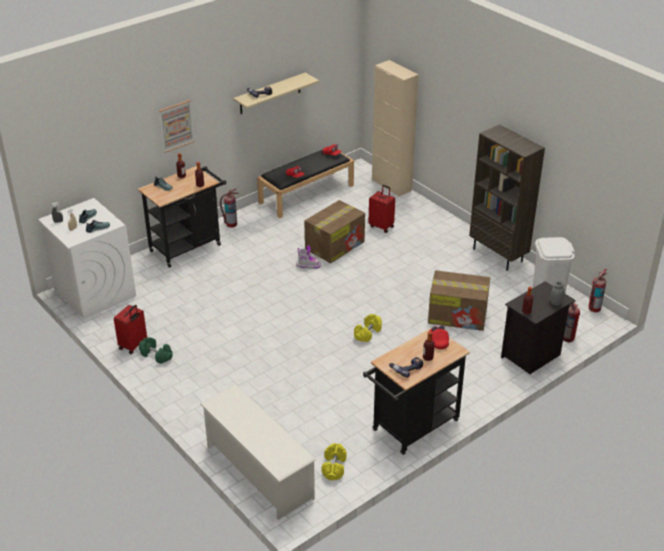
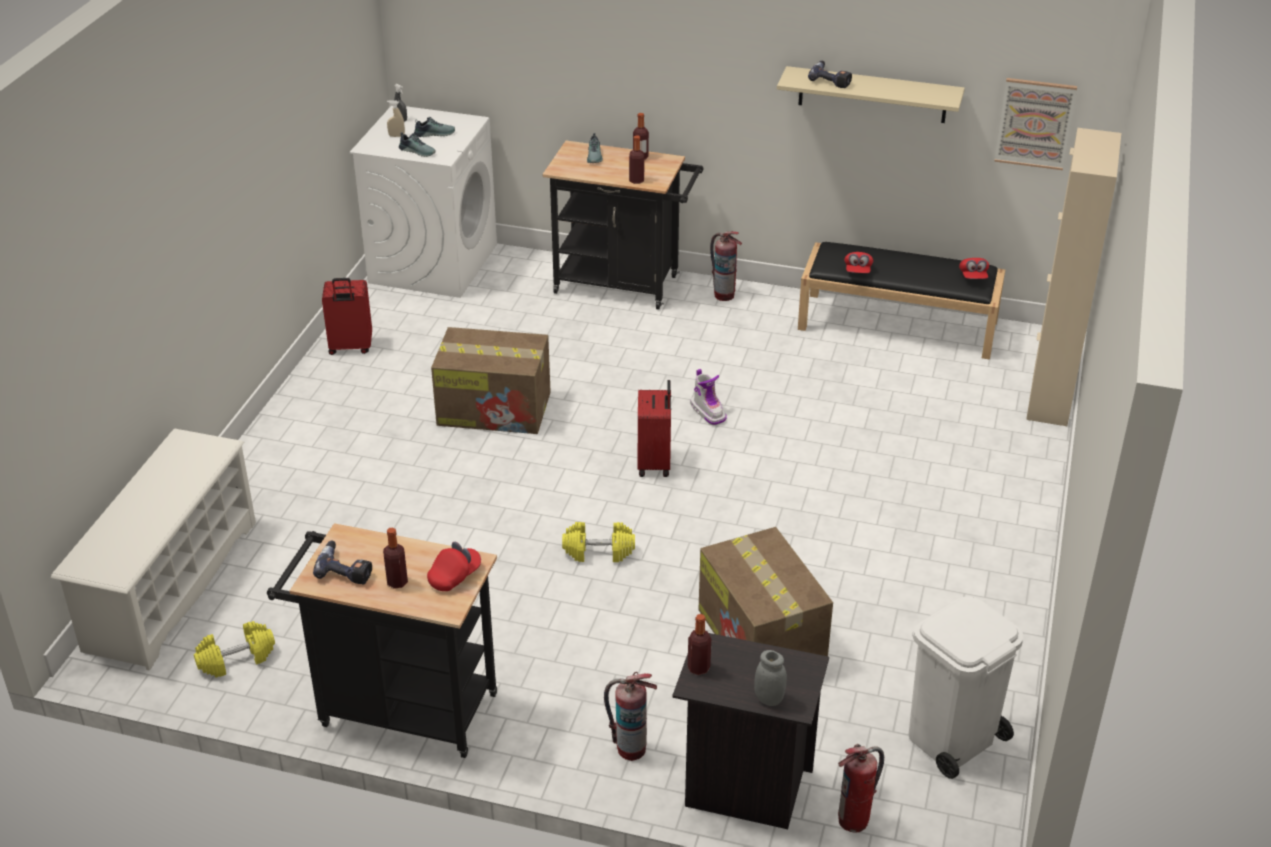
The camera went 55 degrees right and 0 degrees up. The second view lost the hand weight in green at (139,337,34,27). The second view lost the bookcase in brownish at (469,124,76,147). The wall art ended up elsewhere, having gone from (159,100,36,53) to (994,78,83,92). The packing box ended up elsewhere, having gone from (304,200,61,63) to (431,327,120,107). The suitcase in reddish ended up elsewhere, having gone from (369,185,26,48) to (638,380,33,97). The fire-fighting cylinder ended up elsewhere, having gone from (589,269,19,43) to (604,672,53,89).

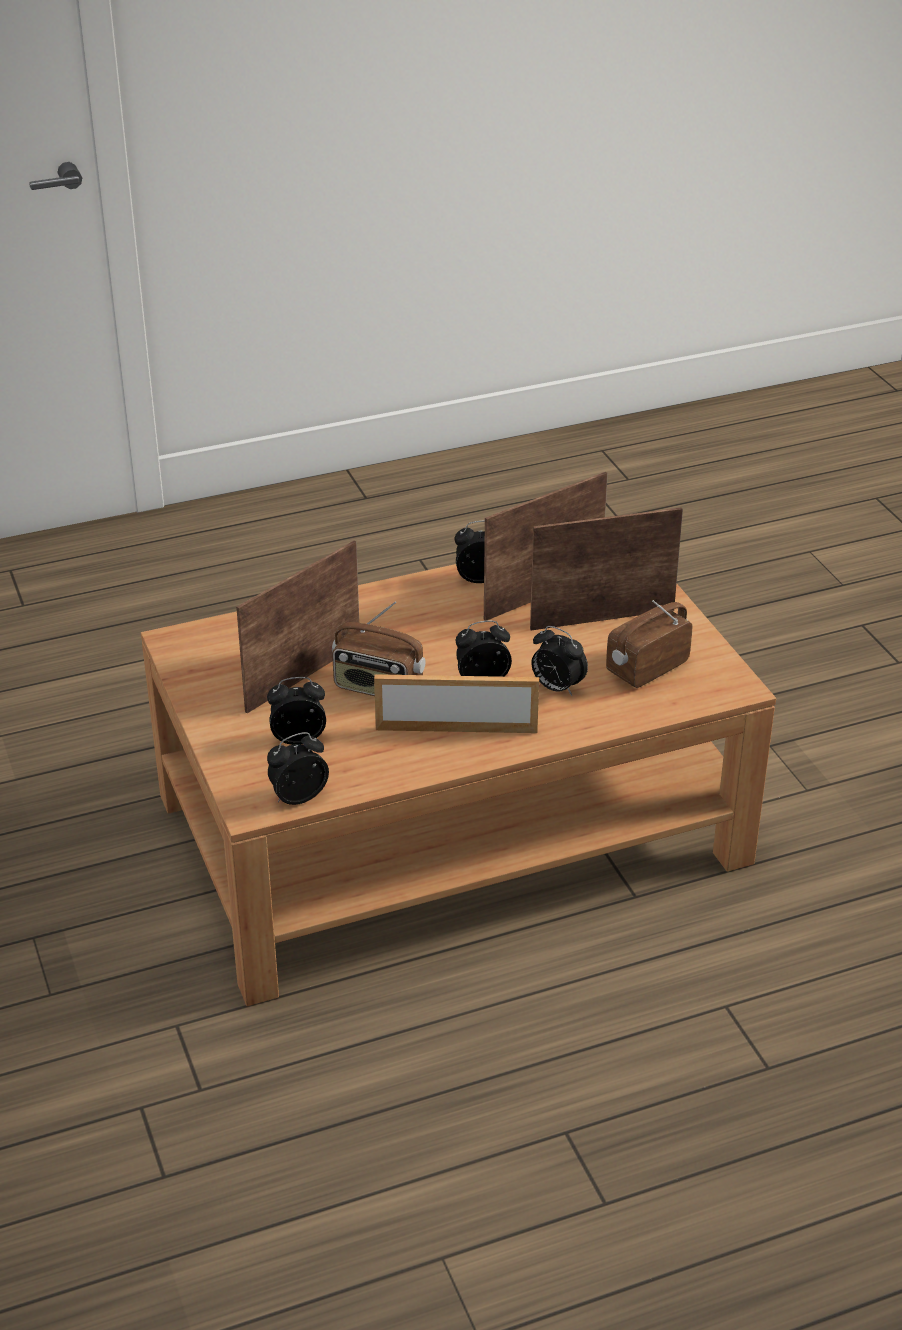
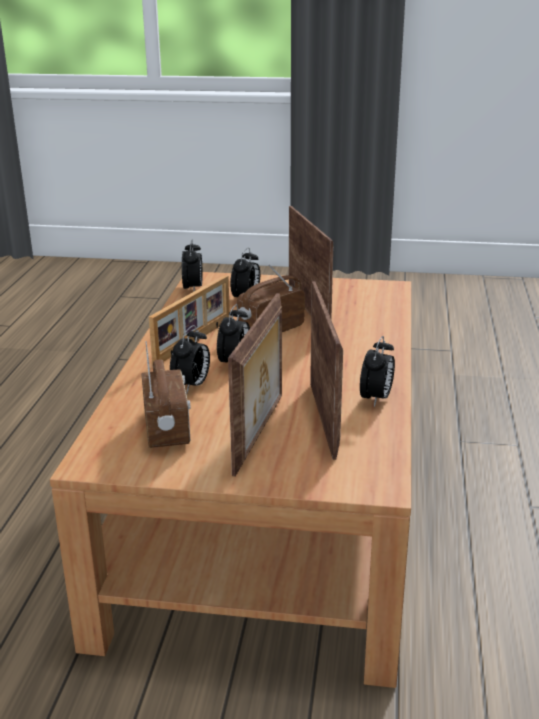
The camera went 120 degrees right and 10 degrees down. The alarm clock at (531,626,57,70) ended up facing another way, 135 degrees clockwise from before.

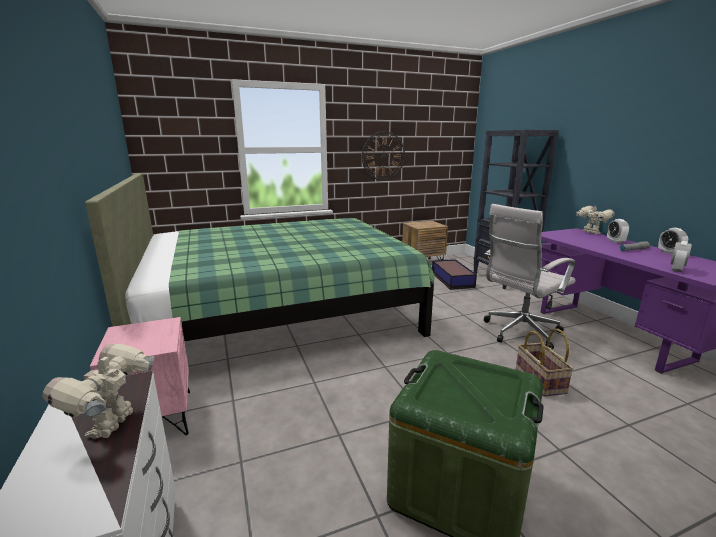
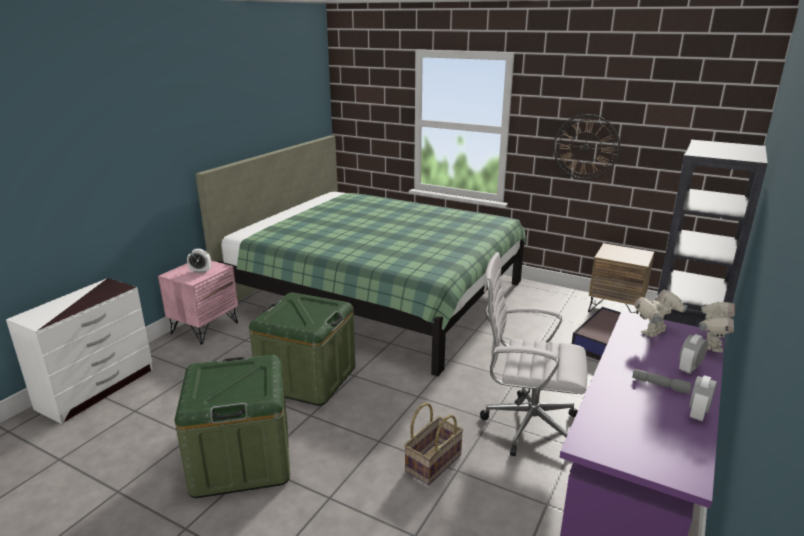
The camera went 50 degrees right and 5 degrees up. The second view gained the storage box in green at (249,292,106,114). The model robot ended up elsewhere, having gone from (42,344,112,95) to (634,290,54,47). The alarm clock ended up elsewhere, having gone from (670,241,22,31) to (187,249,24,24).

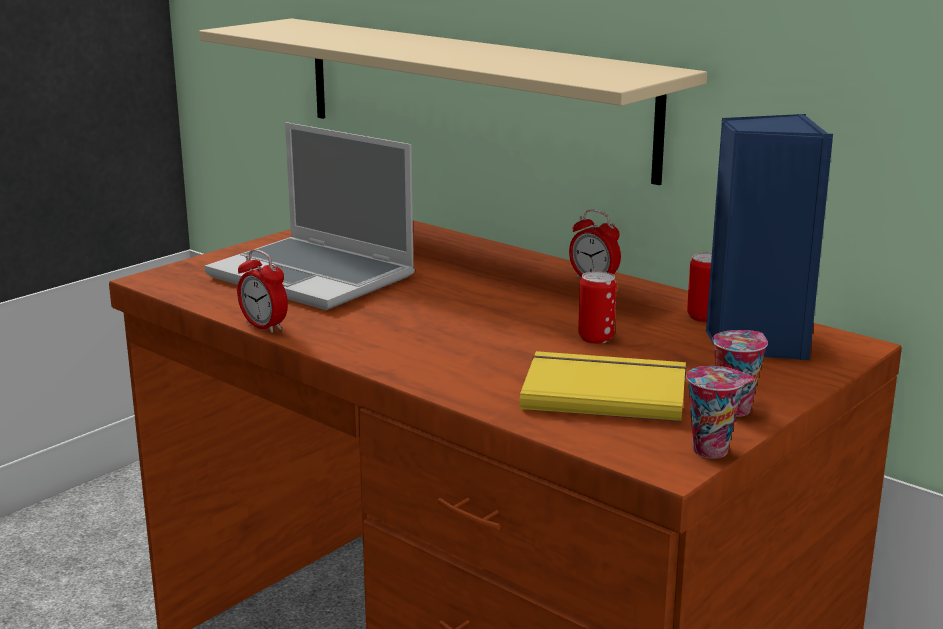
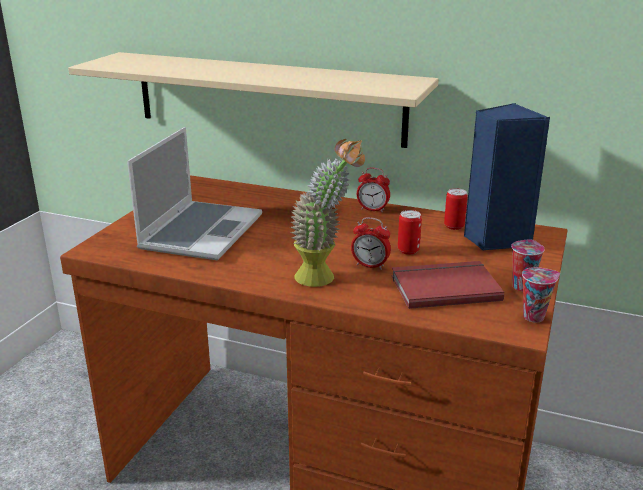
The camera went 20 degrees left and 5 degrees up. The second view gained the plant in a pot at (290,139,75,148). The alarm clock ended up elsewhere, having gone from (237,249,51,84) to (351,217,40,52). What was the volume in yellow at (520,351,166,71) turned into the volume in reddish at (392,261,112,48). The laptop at (204,122,211,188) ended up facing another way, 90 degrees counterclockwise from before.

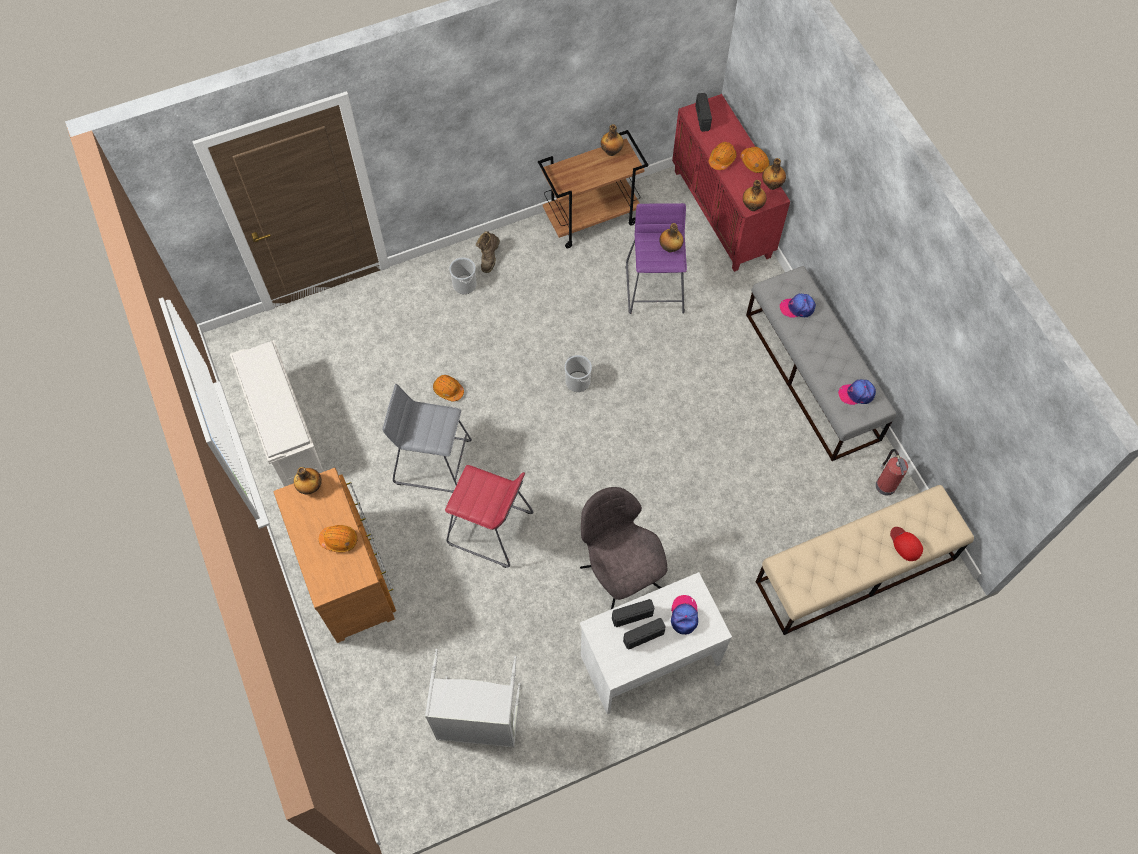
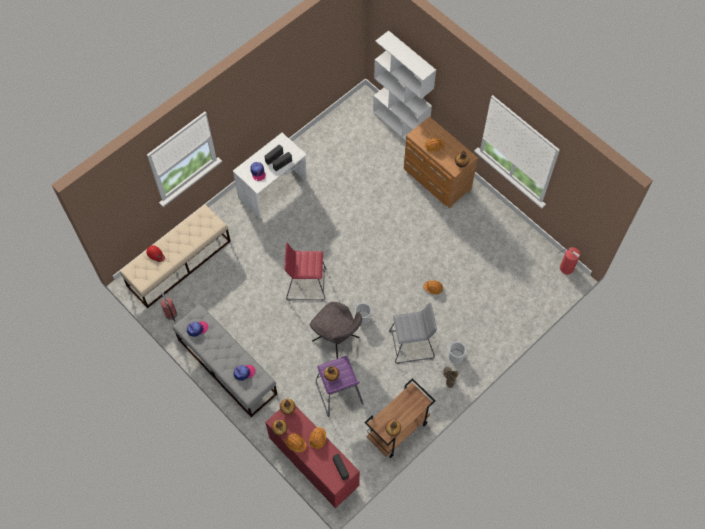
The camera went 160 degrees right and 0 degrees up. The second view lost the shoe shelf in white at (230,340,94,147). The second view lost the hamper in greyish at (425,649,96,99). The second view gained the bookcase in white at (373,31,63,109). The second view gained the fire-fighting cylinder at (558,247,22,27). The sitting stool in greyish ended up elsewhere, having gone from (382,384,90,109) to (389,302,48,62). The sitting stool in reddish ended up elsewhere, having gone from (445,465,88,103) to (284,242,43,59). The plain chair in greyish ended up elsewhere, having gone from (580,487,87,122) to (310,302,52,57).

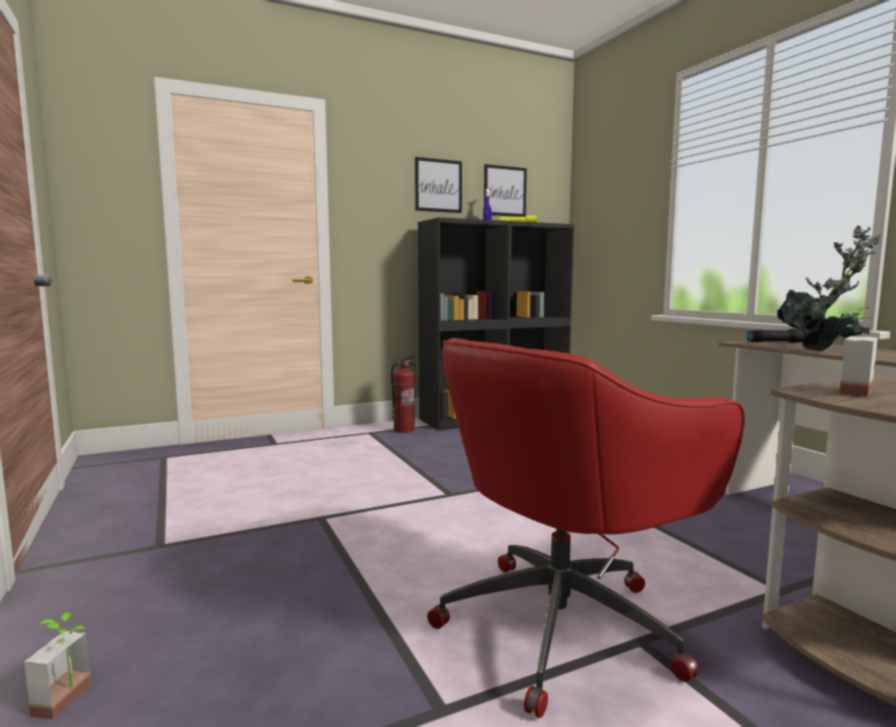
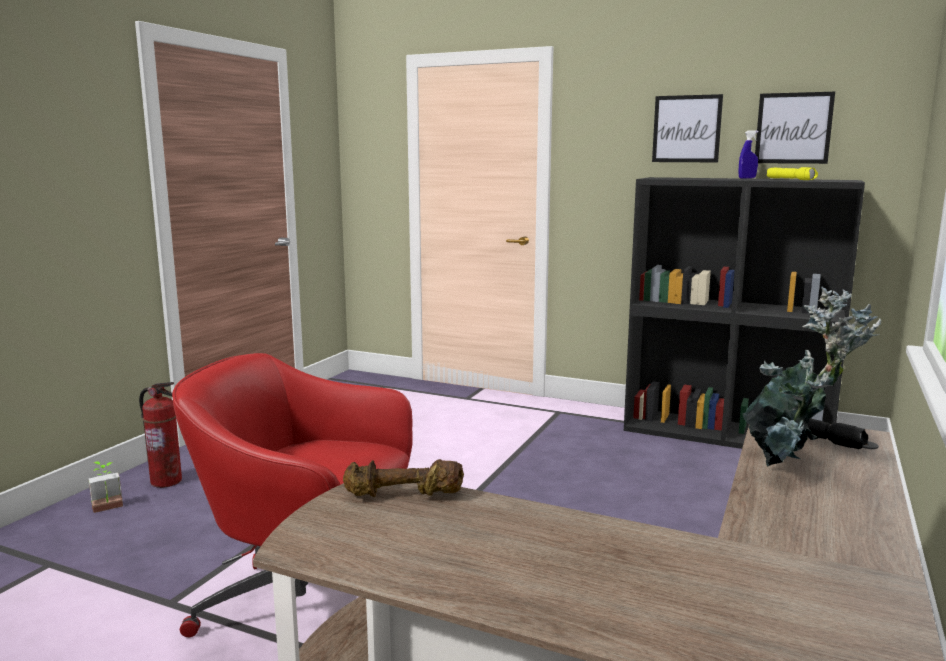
The camera went 50 degrees right and 5 degrees up. The fire-fighting cylinder ended up elsewhere, having gone from (390,356,25,77) to (139,382,43,106). Where the plant in a pot stood at (828,307,50,90), the hand weight in brownish came to stand at (343,459,121,38).

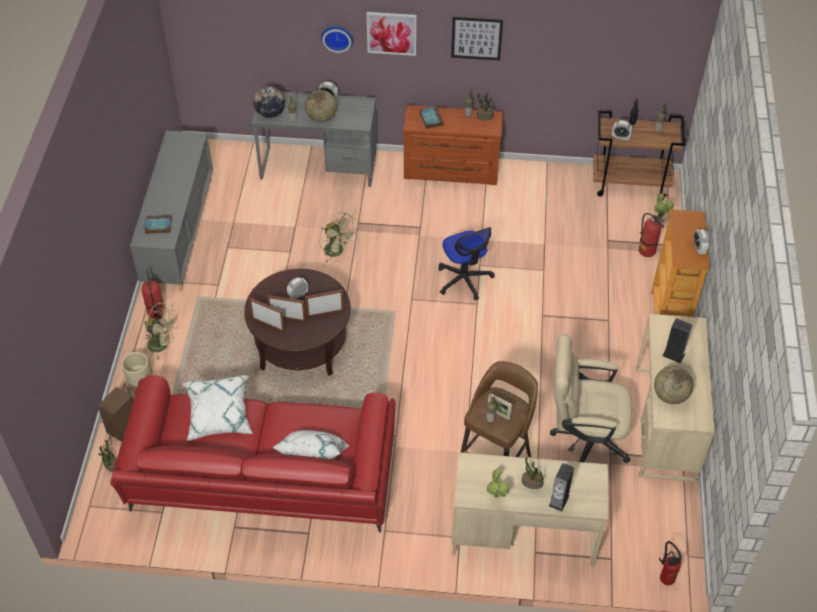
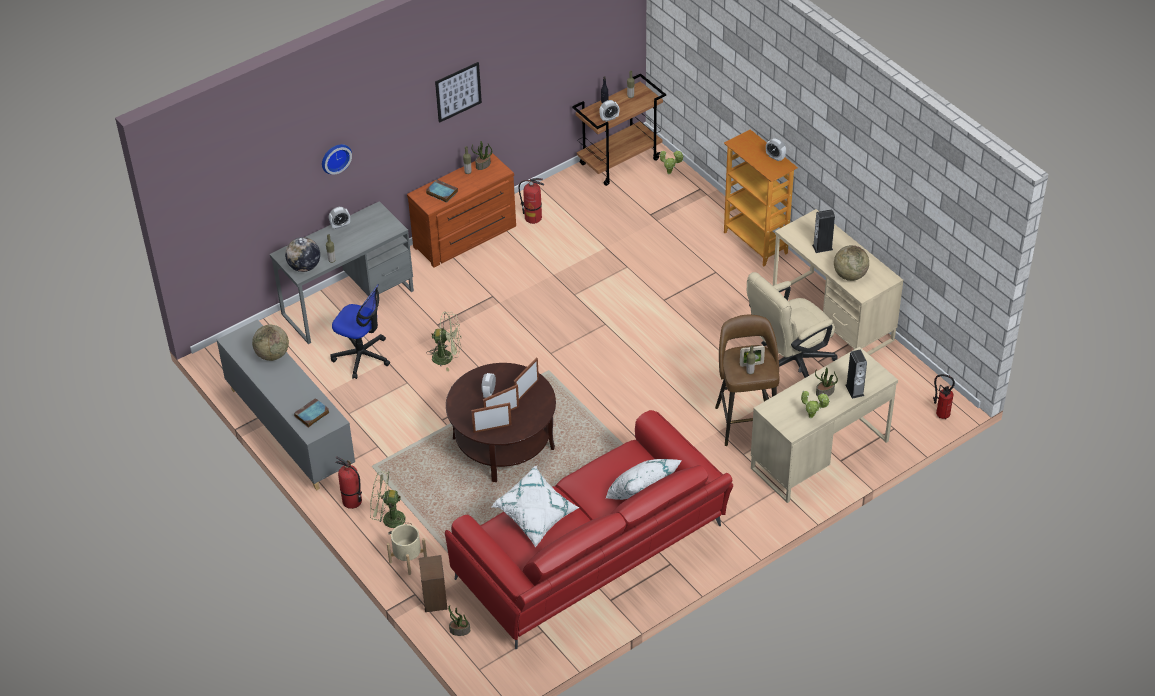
The camera went 40 degrees left and 5 degrees down. The second view lost the wall art at (366,12,51,44). The desk globe ended up elsewhere, having gone from (305,90,32,32) to (252,325,37,36). The office chair ended up elsewhere, having gone from (438,227,57,73) to (330,284,60,95). The fire-fighting cylinder ended up elsewhere, having gone from (639,213,25,44) to (518,178,26,46). The electric fan in green at (144,302,32,58) ended up facing another way, 150 degrees counterclockwise from before.

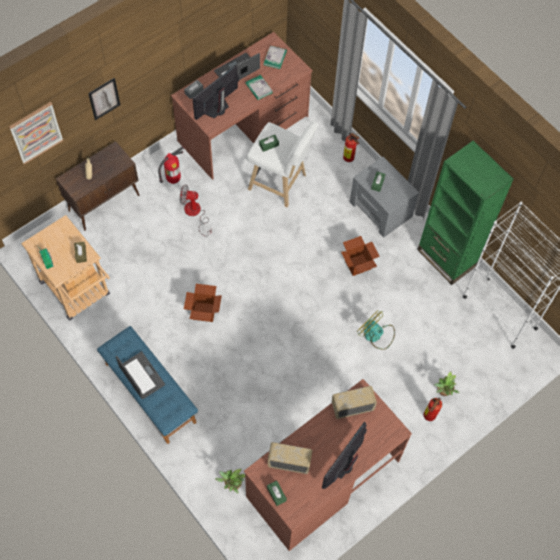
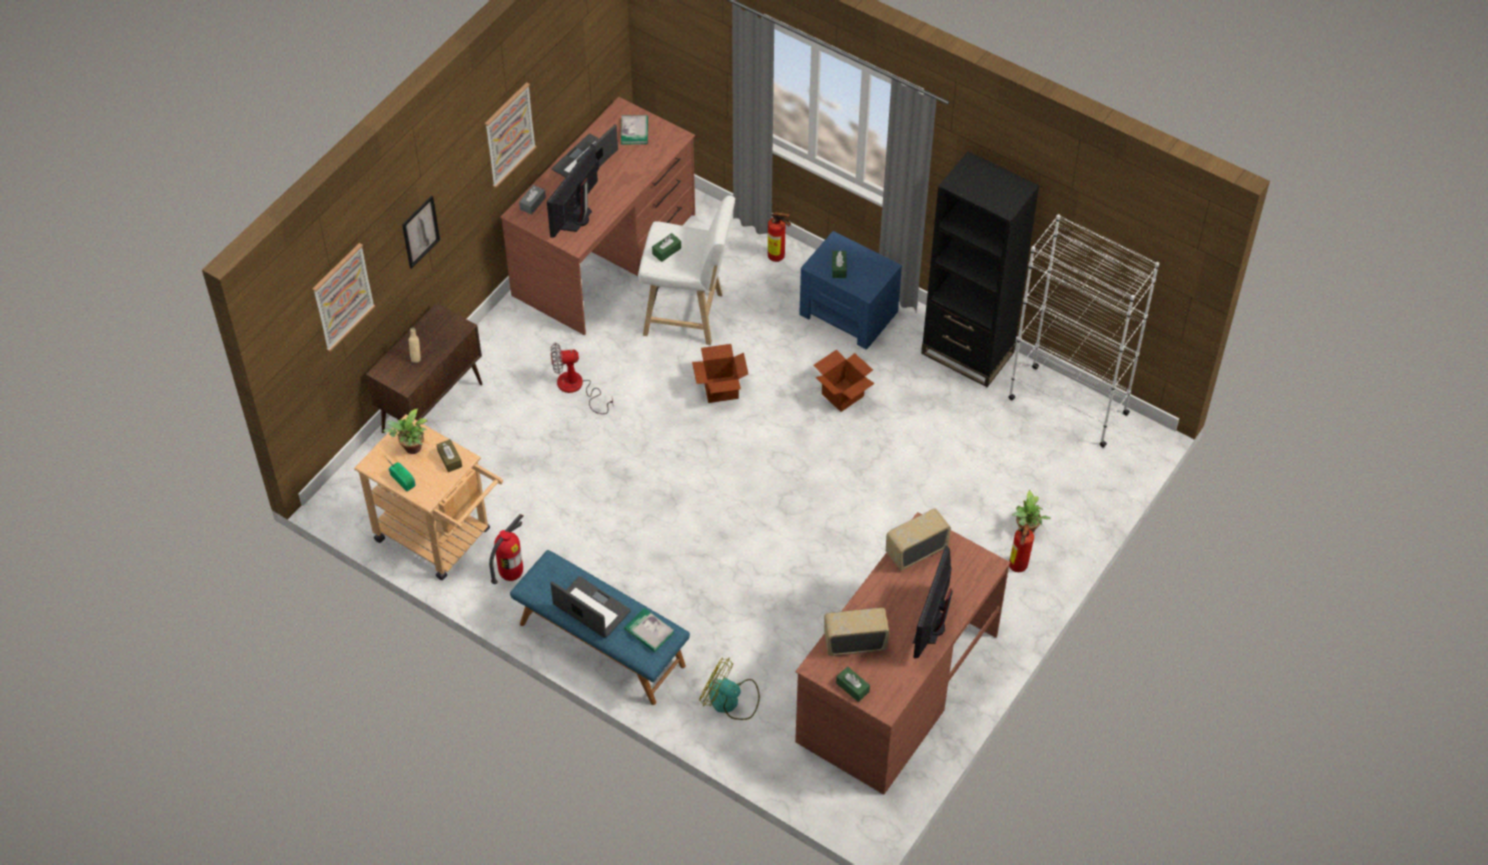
The camera went 15 degrees left and 10 degrees down. The second view gained the wall art at (485,82,51,106). The fire-fighting cylinder ended up elsewhere, having gone from (158,146,26,38) to (489,514,34,70). The packing box ended up elsewhere, having gone from (184,284,38,38) to (692,344,56,59). The plant in a pot ended up elsewhere, having gone from (215,469,30,24) to (383,408,44,46). The volume ended up elsewhere, having gone from (245,75,28,25) to (624,608,50,44). The electric fan ended up elsewhere, having gone from (357,310,38,40) to (699,657,61,63). What was the bedside table in greyish at (350,157,69,80) turned into the bedside table in bluish at (799,231,103,119). What was the bookcase in green at (417,141,97,144) turned into the bookcase in black-coloured at (921,151,118,236).

